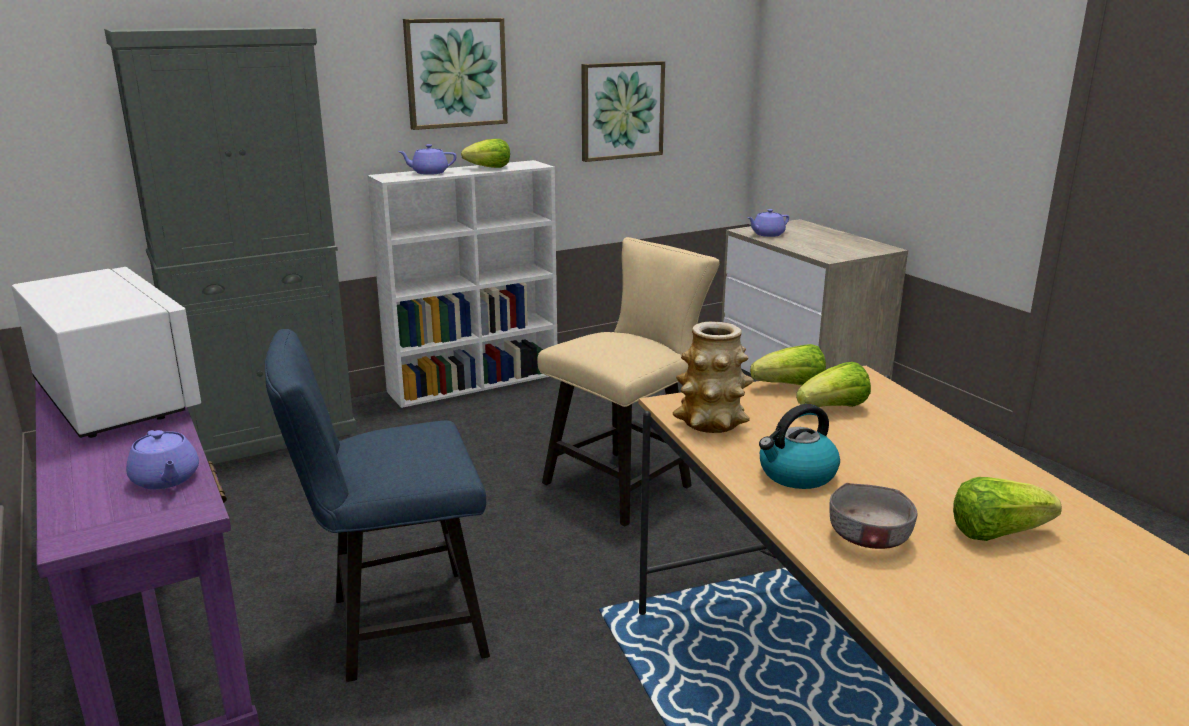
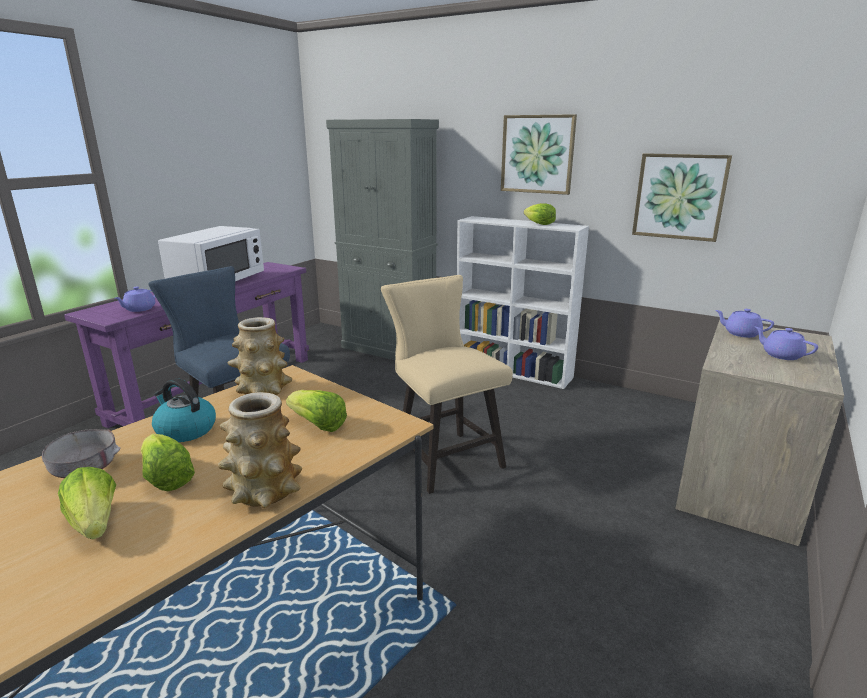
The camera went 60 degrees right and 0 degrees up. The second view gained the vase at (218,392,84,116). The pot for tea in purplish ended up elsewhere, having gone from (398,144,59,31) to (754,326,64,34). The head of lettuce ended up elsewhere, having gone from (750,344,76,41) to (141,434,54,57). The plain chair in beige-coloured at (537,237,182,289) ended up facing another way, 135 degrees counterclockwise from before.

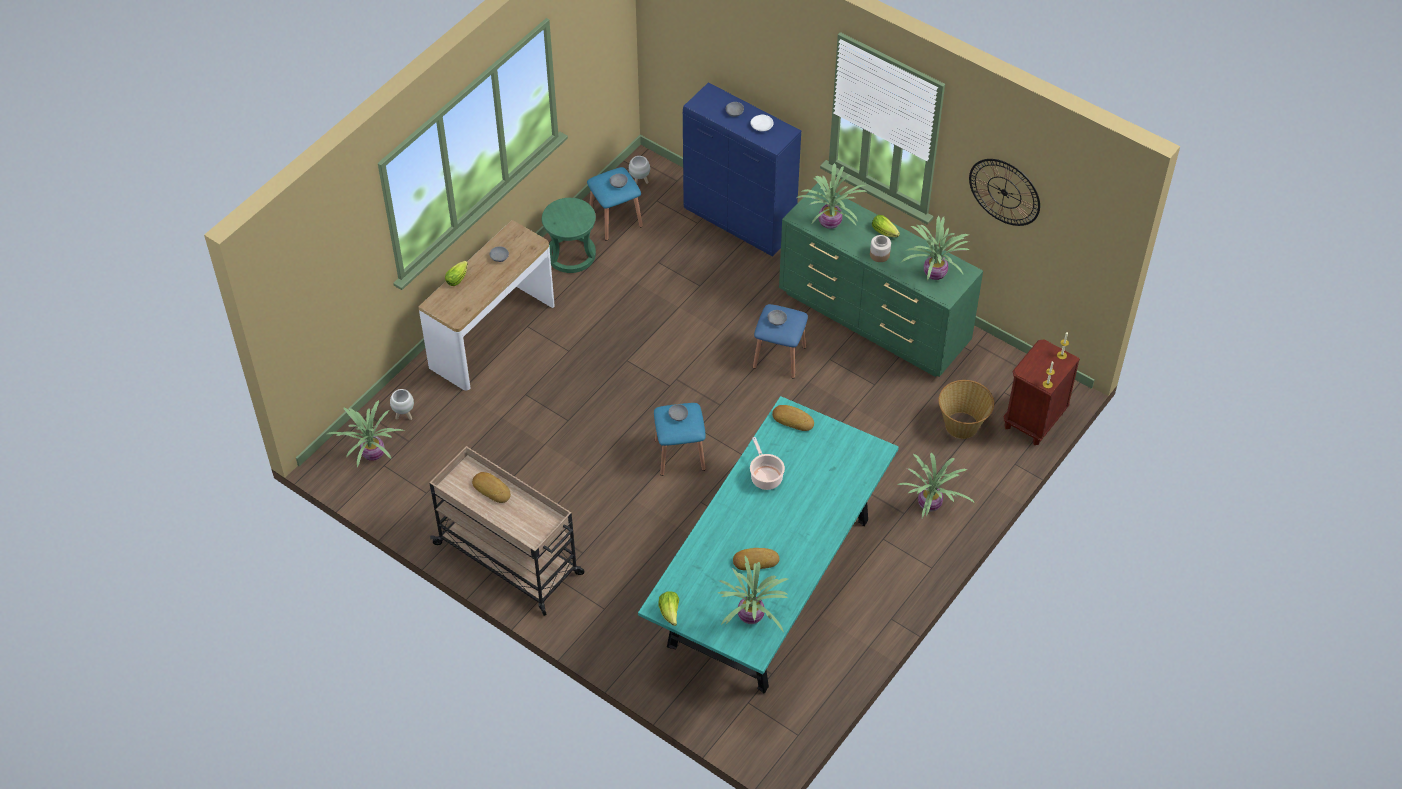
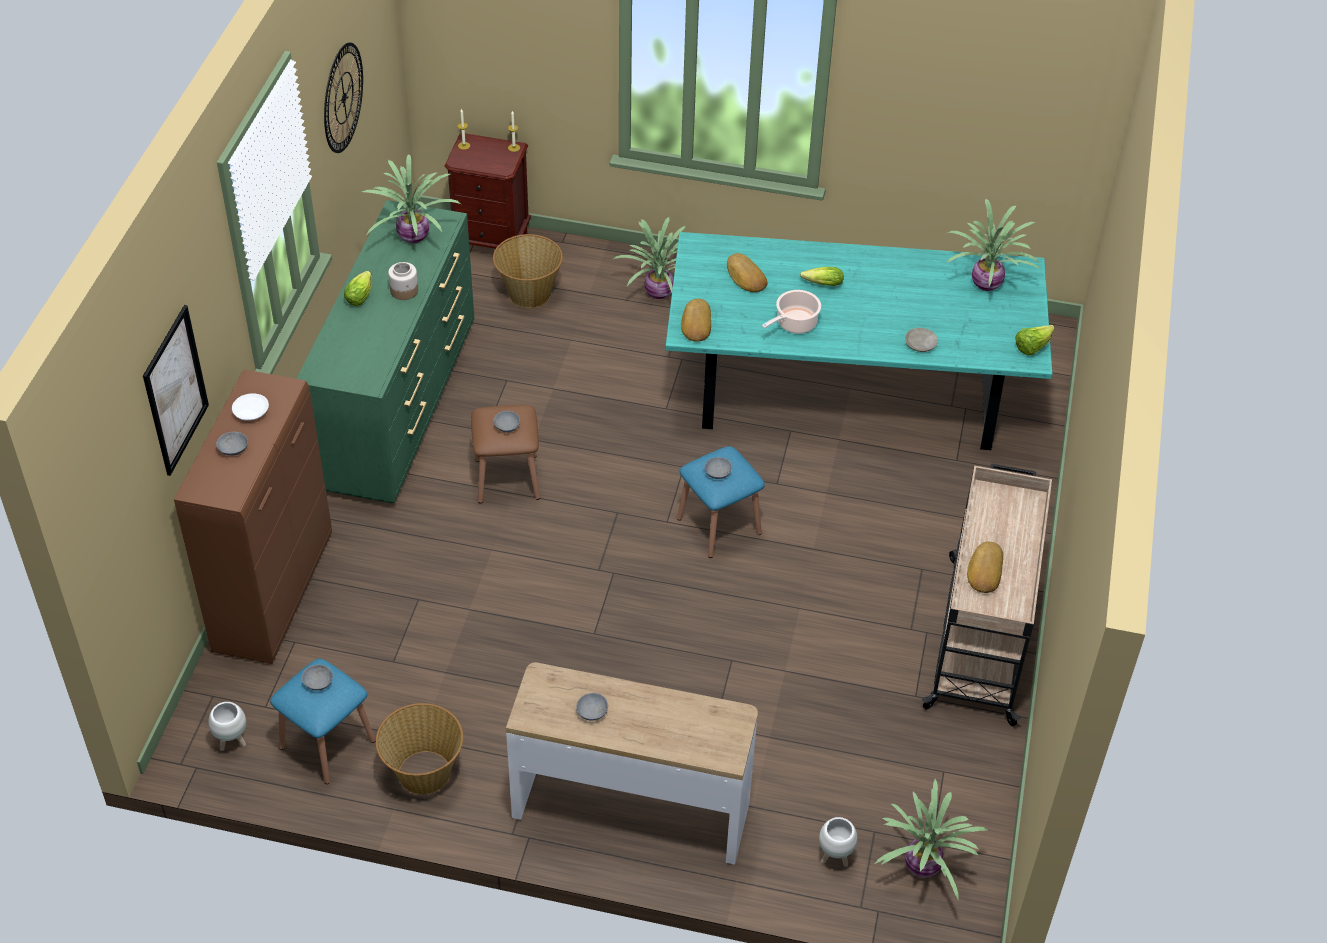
The camera went 115 degrees left and 5 degrees down. The second view lost the plant in a pot at (796,163,71,66). The second view gained the wall art at (143,305,66,171). The second view gained the dinner plate in beige-coloured at (905,328,33,24). The head of lettuce ended up elsewhere, having gone from (445,261,23,25) to (800,267,44,19). The bread ended up elsewhere, having gone from (733,548,47,23) to (727,253,41,39). Where the sitting stool in green stood at (542,198,54,75), the basket came to stand at (375,703,88,92). What was the cupboard in bluish at (683,82,118,175) turned into the cupboard in brownish at (174,369,158,295). What was the sitting stool in bluish at (753,304,55,75) turned into the sitting stool in brownish at (471,405,69,98).

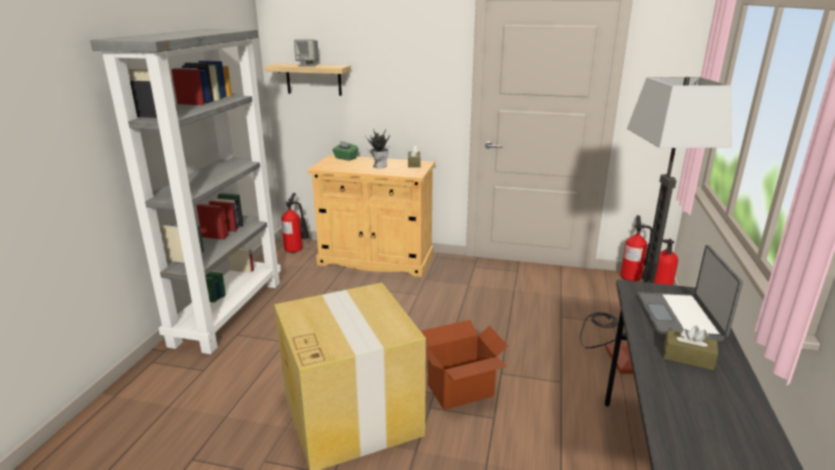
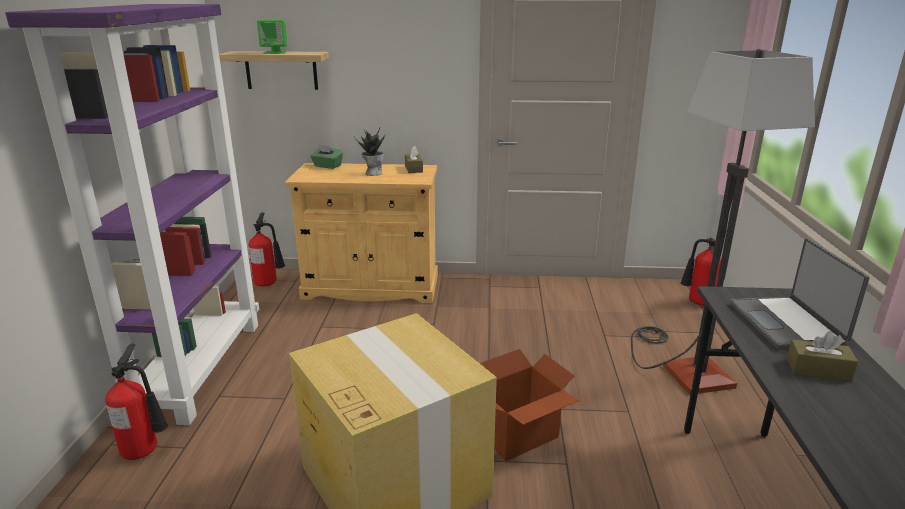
The camera went 10 degrees left and 0 degrees up. The fire-fighting cylinder ended up elsewhere, having gone from (620,215,32,66) to (105,344,63,116). What was the bookcase in greyish at (90,29,191,325) turned into the bookcase in purplish at (5,4,254,421). What was the speaker in greyish at (294,39,25,27) turned into the speaker in green at (257,20,30,34).

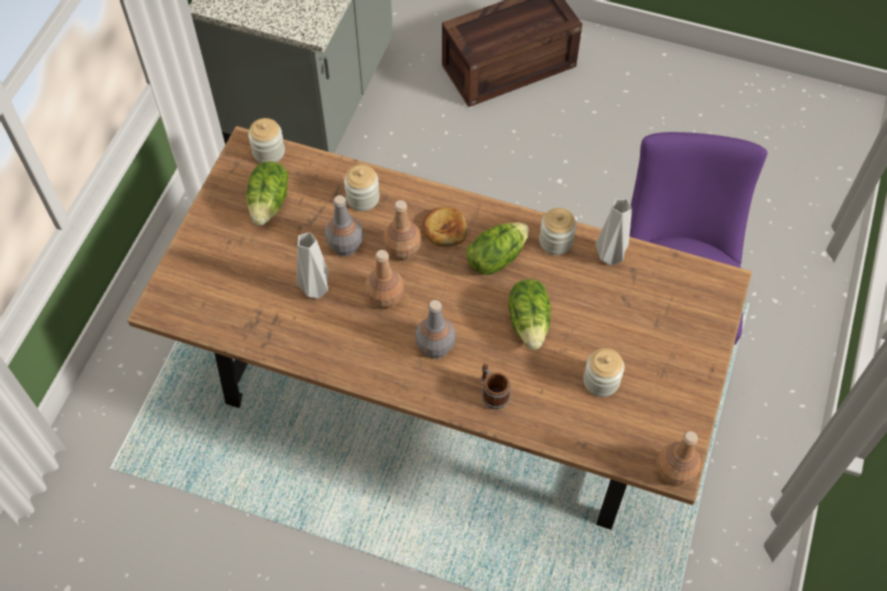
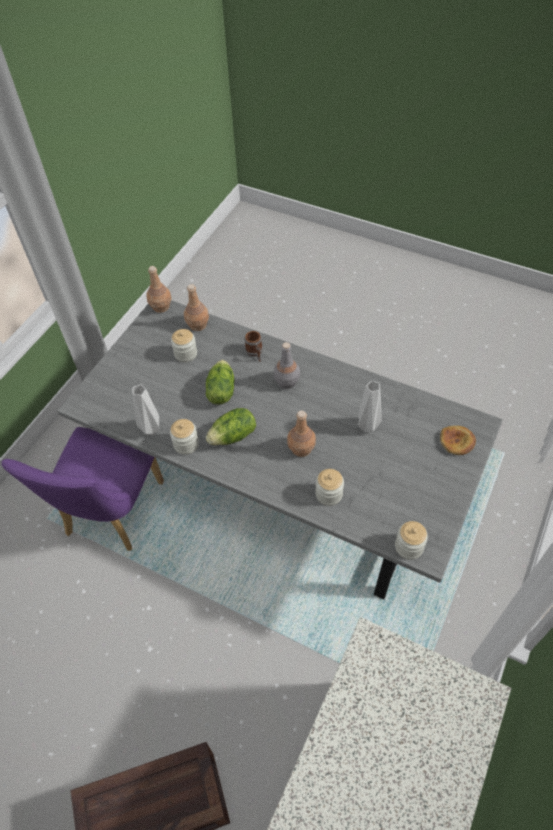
The camera went 170 degrees left and 5 degrees down. The second view lost the head of lettuce at (246,161,43,65). The second view lost the drink bottle in greyish at (325,195,38,61). The drink bottle in brownish ended up elsewhere, having gone from (365,250,39,60) to (184,284,25,47). The bread ended up elsewhere, having gone from (421,207,46,40) to (440,425,36,30). What was the kitchen table in brownish at (127,126,625,404) turned into the kitchen table in greyish at (58,300,445,299).

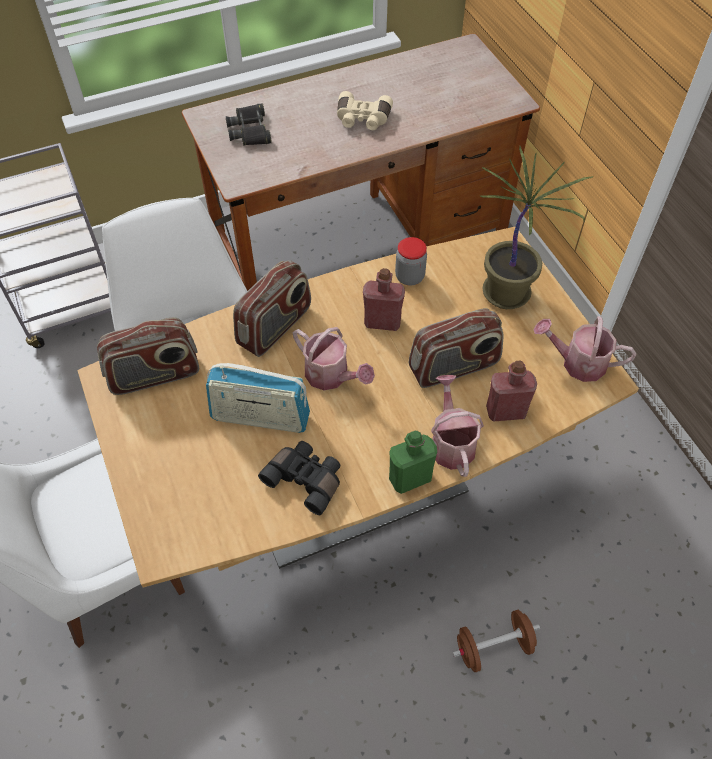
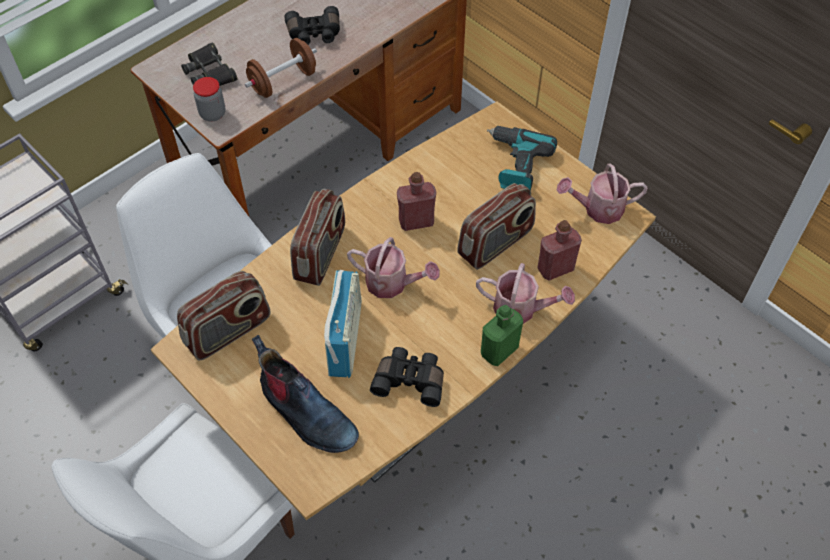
The camera went 20 degrees left and 0 degrees up. The second view gained the high-top boot at (252,335,107,118). The jar ended up elsewhere, having gone from (395,237,32,49) to (193,77,33,45). The hand weight in brownish ended up elsewhere, having gone from (452,610,88,62) to (245,38,72,60). Where the plant in a pot stood at (480,146,113,163), the drill came to stand at (487,126,70,64). What was the field glasses in beige-coloured at (337,91,56,39) turned into the field glasses in black-coloured at (284,6,56,39). The radio receiver at (206,363,104,70) ended up facing another way, 75 degrees counterclockwise from before. The watering pot at (431,375,53,102) ended up facing another way, 135 degrees clockwise from before.

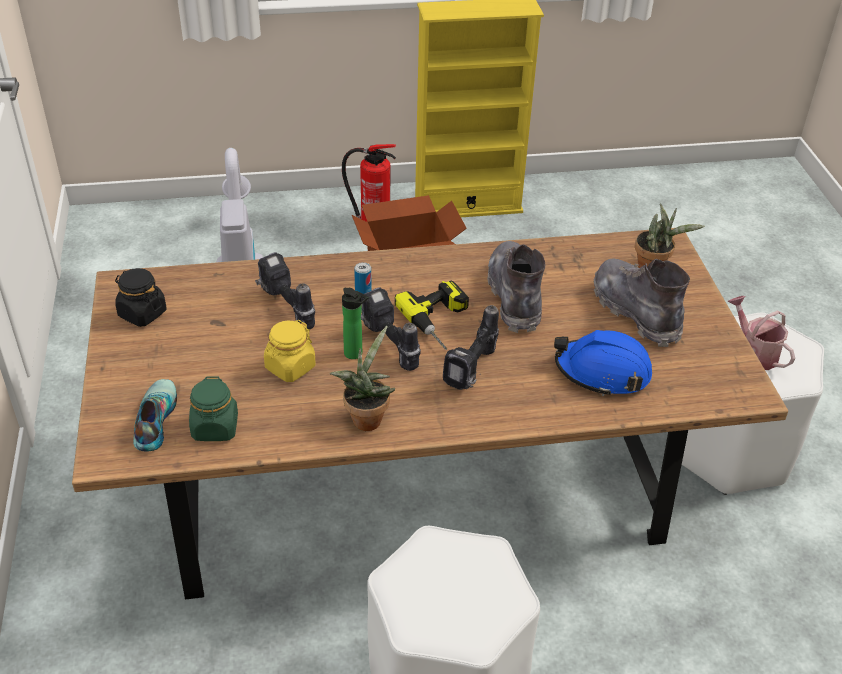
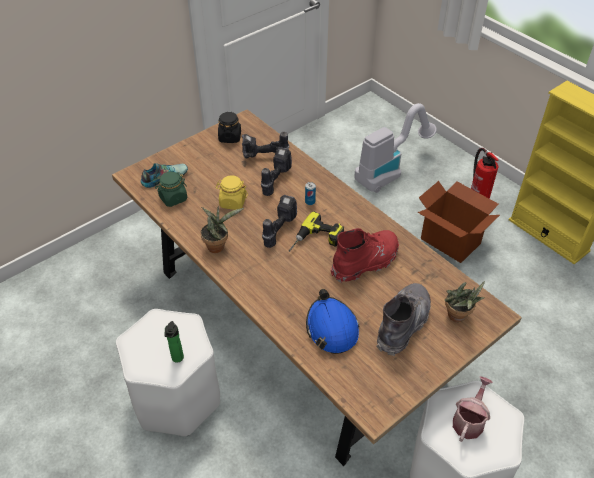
The camera went 60 degrees right and 5 degrees up. The drink bottle ended up elsewhere, having gone from (342,288,26,71) to (165,321,19,41). The drill ended up elsewhere, having gone from (443,305,56,85) to (242,132,47,26). What was the high-top boot in greyish at (487,241,58,92) turned into the high-top boot in reddish at (331,228,68,55).

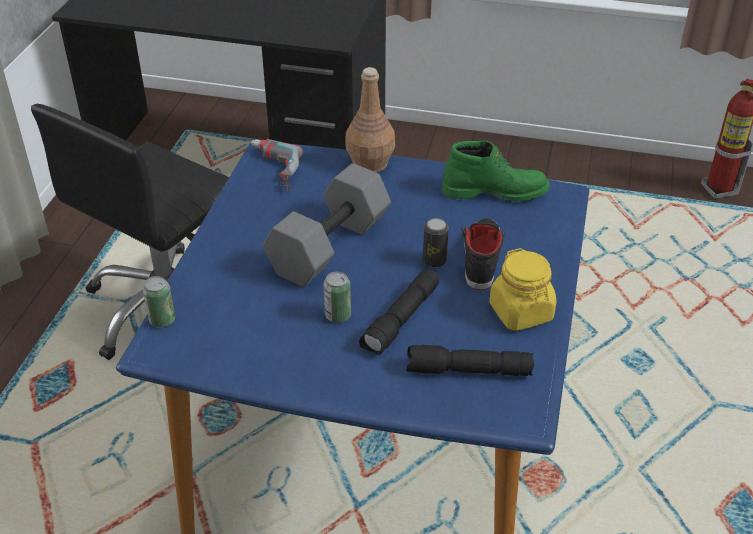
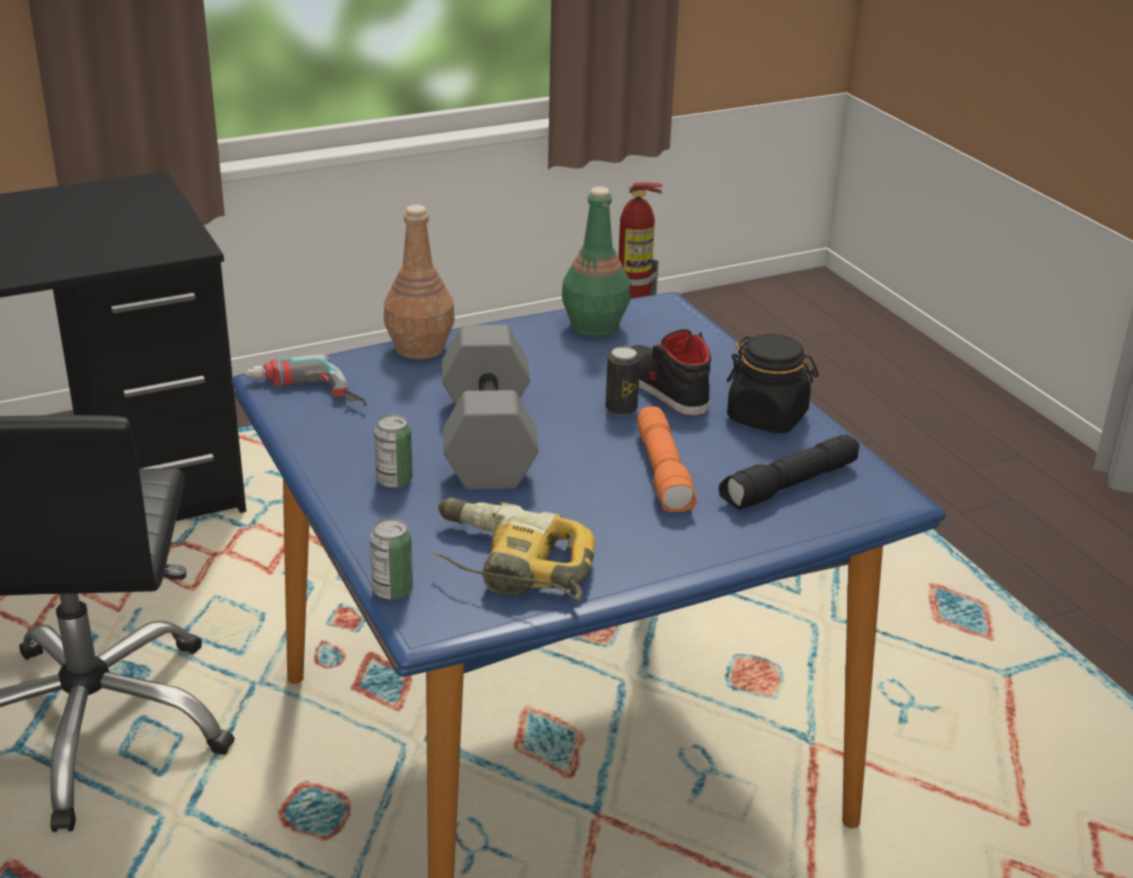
The camera went 40 degrees left and 10 degrees down. The second view gained the drill at (433,498,162,104). The sealed can ended up elsewhere, having gone from (323,271,28,52) to (374,414,39,74). Where the high-top boot in green stood at (442,140,108,61), the drink bottle in green came to stand at (562,187,68,150). What was the hand torch in black-coloured at (359,269,80,87) turned into the hand torch in orange-coloured at (637,406,60,106). What was the jar in yellow at (489,248,68,83) turned into the jar in black-coloured at (727,334,92,99).

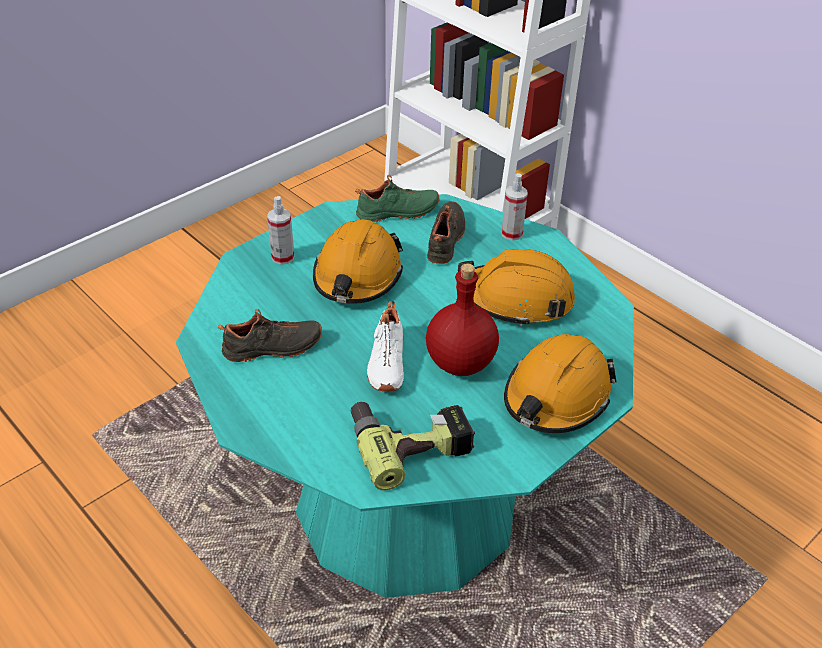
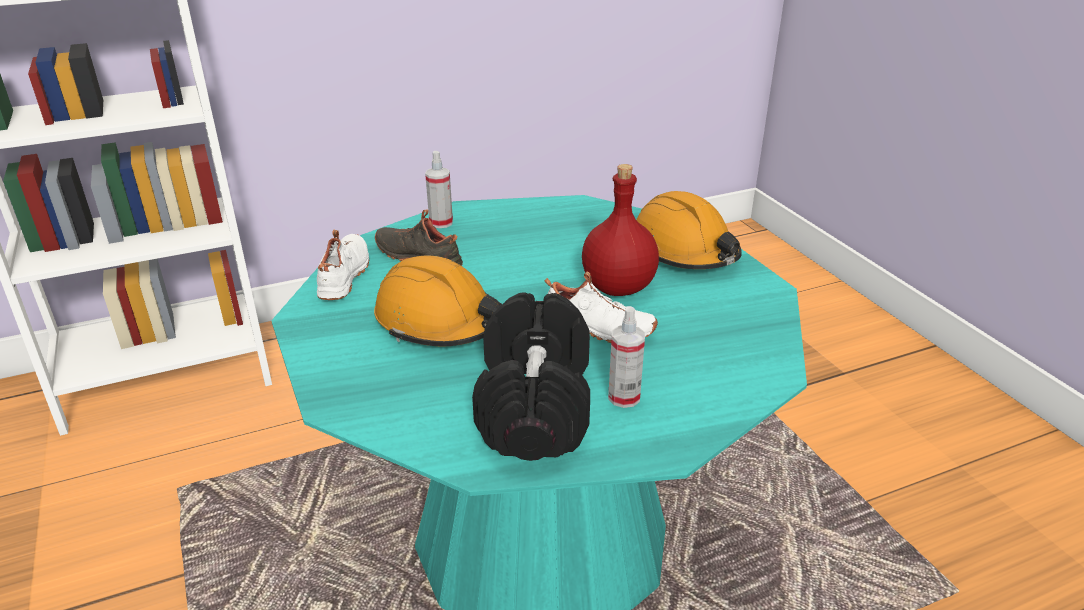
The camera went 70 degrees left and 10 degrees down. The second view lost the drill at (351,402,124,88). The second view lost the hard hat in orange-coloured at (458,249,117,78). The sprayer ended up elsewhere, having gone from (267,196,27,69) to (608,306,37,102). Where the low shoe in black-coloured stood at (218,309,104,53), the hand weight in black-coloured came to stand at (472,292,118,169). What was the low shoe in green at (355,175,84,47) turned into the low shoe in white at (317,230,52,70).

